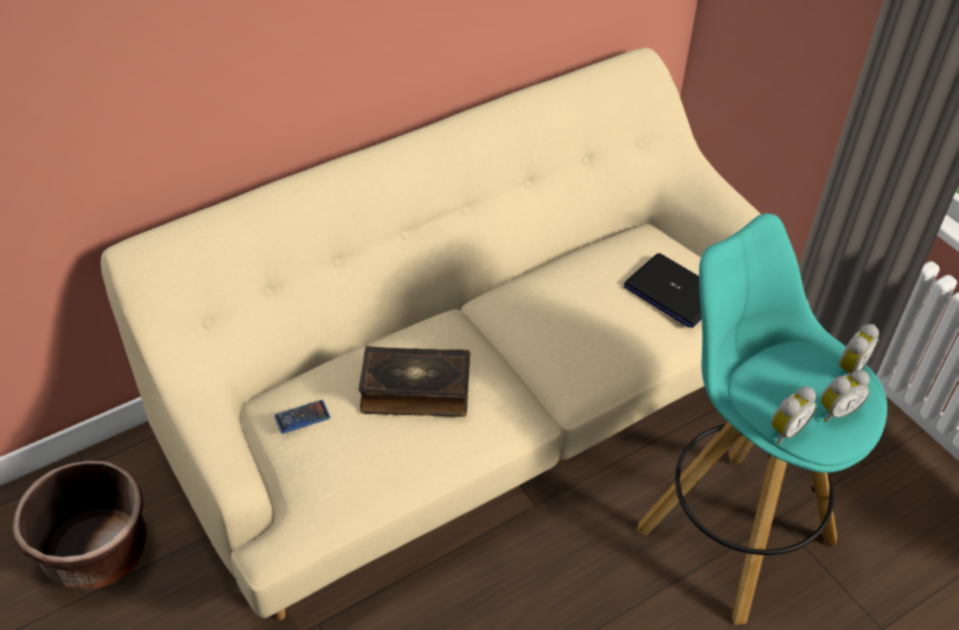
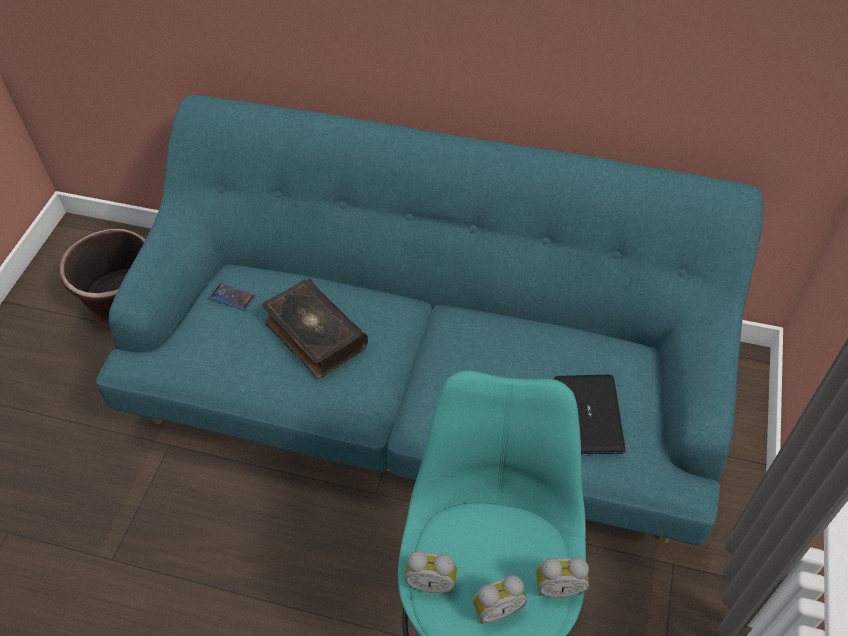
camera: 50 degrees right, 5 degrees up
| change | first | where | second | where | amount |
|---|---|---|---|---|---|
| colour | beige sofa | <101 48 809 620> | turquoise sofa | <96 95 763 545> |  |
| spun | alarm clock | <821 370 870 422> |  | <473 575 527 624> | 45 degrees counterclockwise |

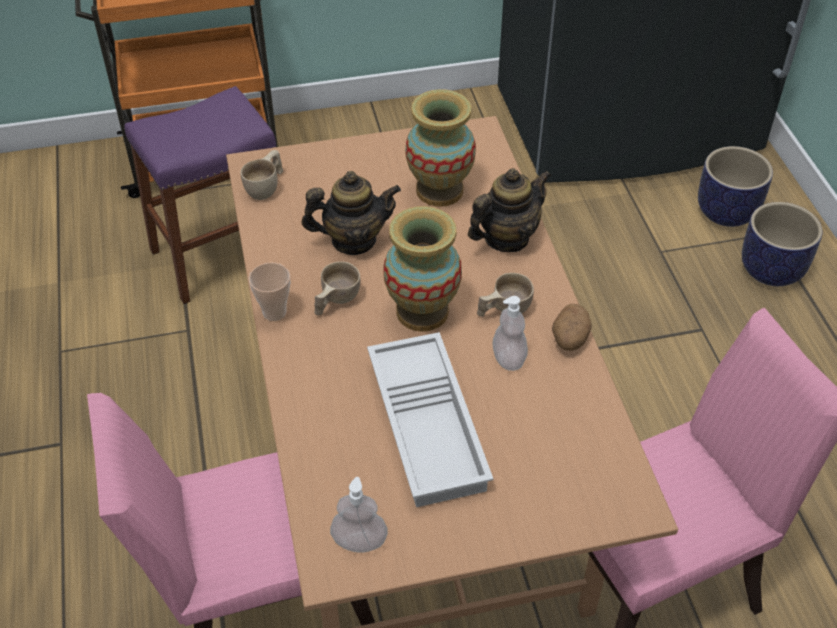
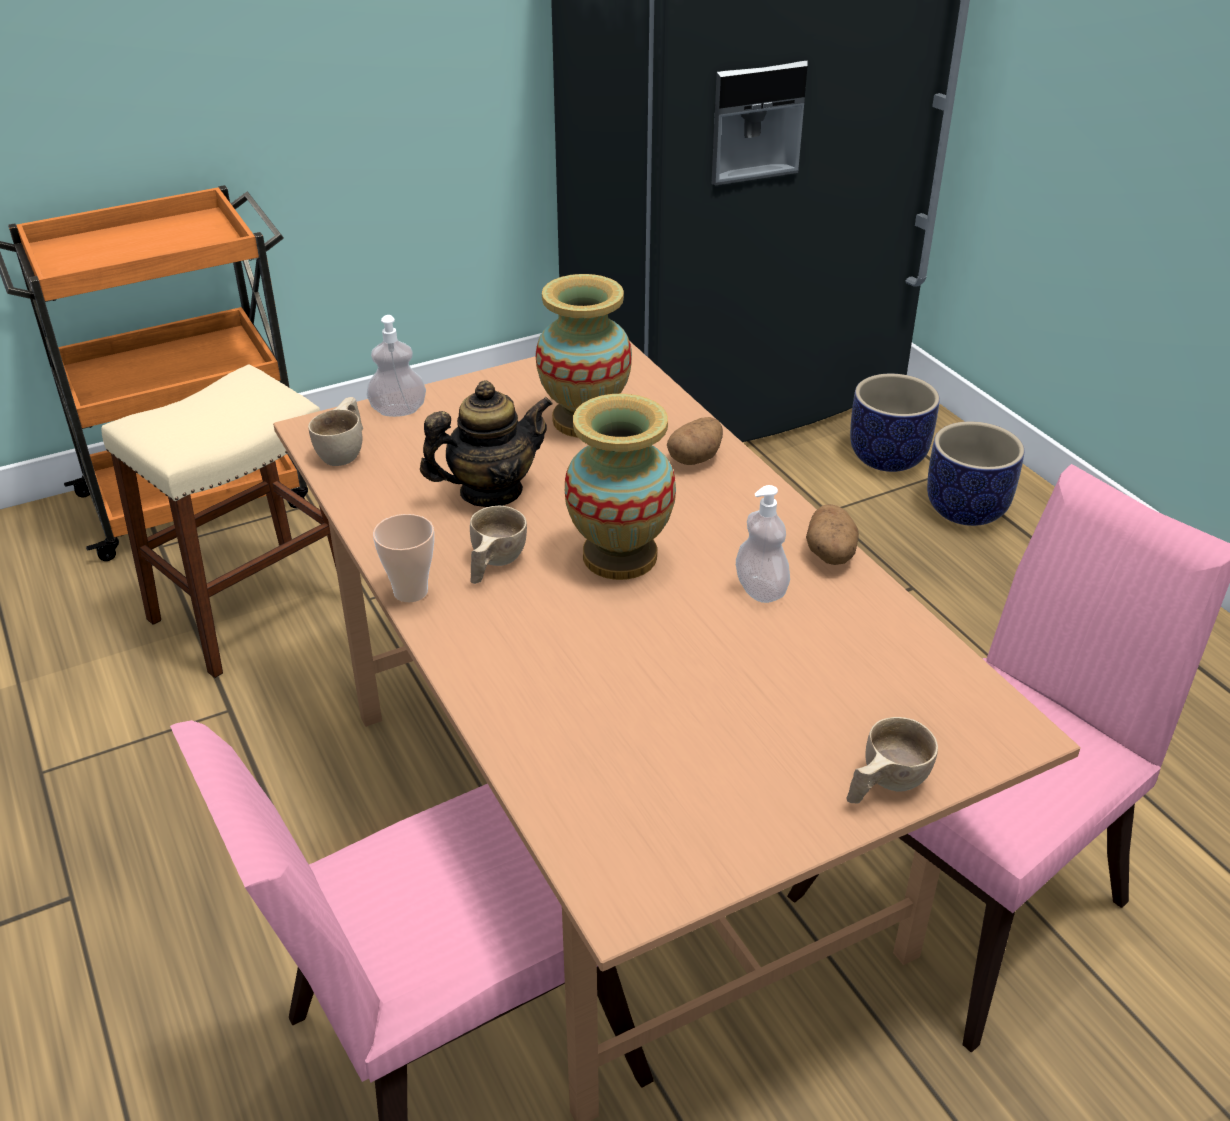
camera: 15 degrees left, 10 degrees down
| change | first | where | second | where | amount |
|---|---|---|---|---|---|
| colour | purple stool | <124 86 276 304> | beige stool | <101 364 337 678> |  |
| exchanged | teapot | <468 168 551 252> | potato | <667 417 723 465> |  |
| relocated | beige cup | <477 273 534 317> |  | <846 717 938 804> |  |
| missing | white tray | <367 332 493 507> |  |  |  |
| relocated | soap dispenser | <330 477 388 553> |  | <367 315 426 417> |  |

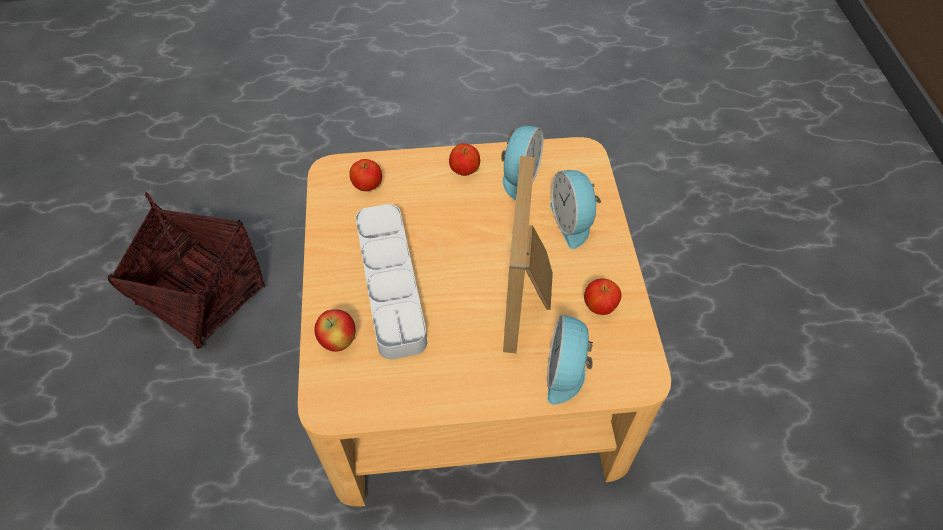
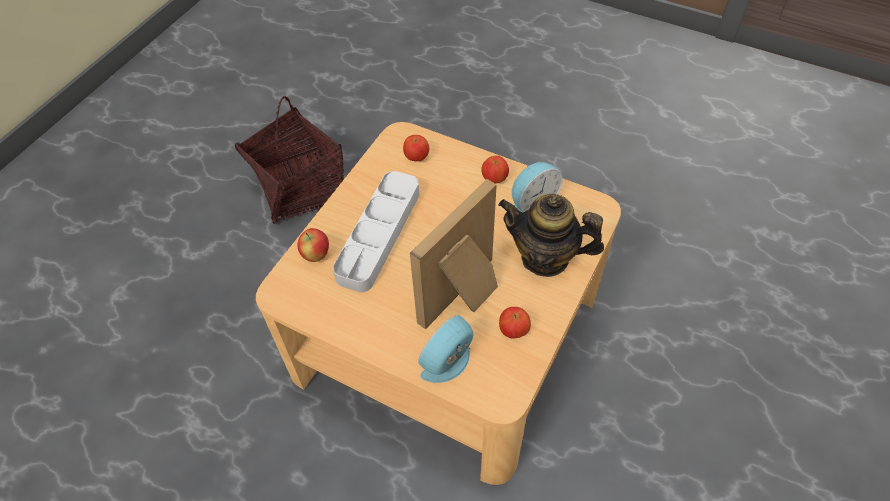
camera: 35 degrees right, 0 degrees up
| change | first | where | second | where | amount |
|---|---|---|---|---|---|
| exchanged | alarm clock | <550 170 601 249> | teapot | <498 194 604 277> |  |

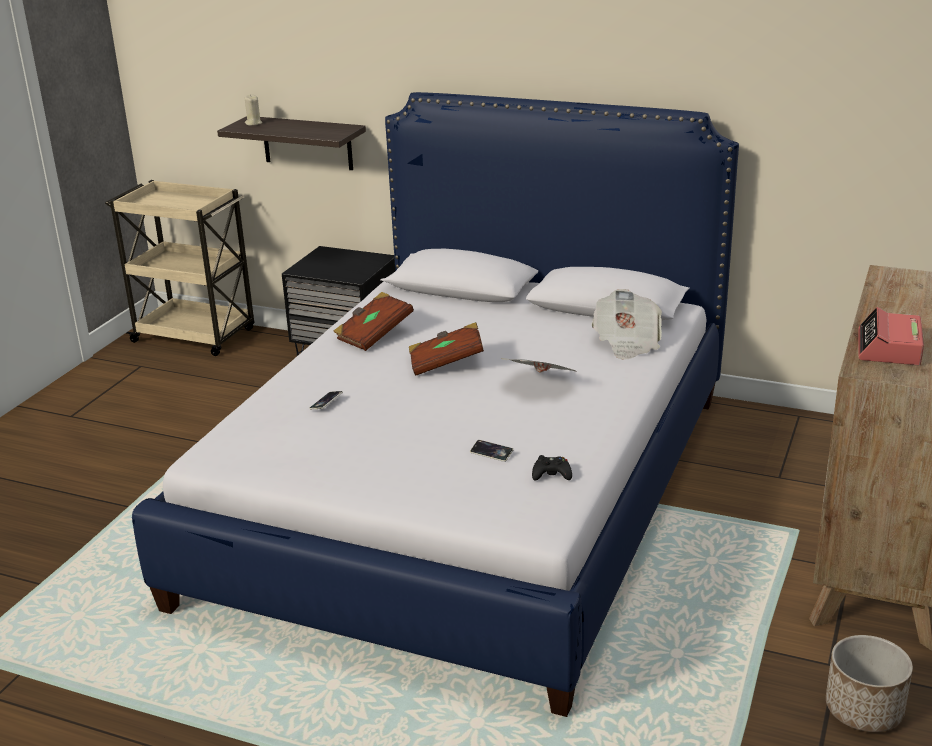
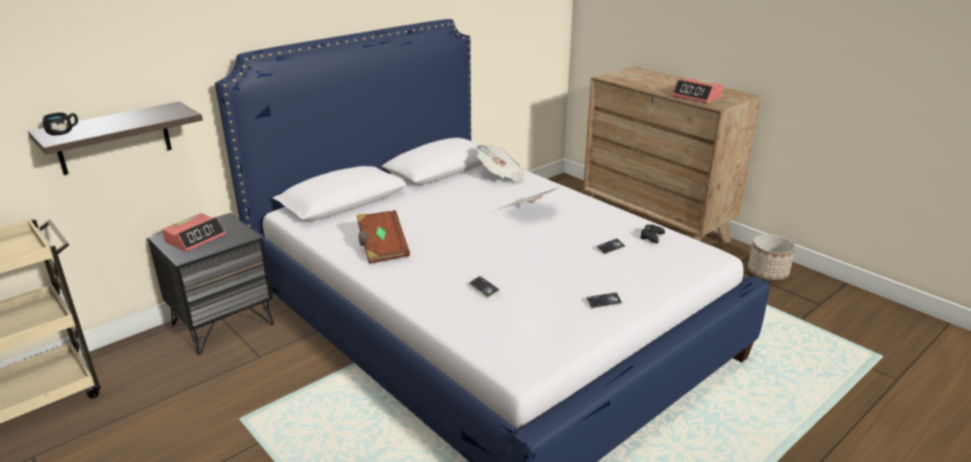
camera: 65 degrees left, 0 degrees up
| change | first | where | second | where | amount |
|---|---|---|---|---|---|
| exchanged | beige candle | <244 94 262 125> | black mug | <43 113 78 136> |  |
| missing | brown book | <409 322 484 376> |  |  |  |
| appeared |  |  | alarm clock | <162 213 226 252> |  |
| appeared |  |  | phone | <586 292 622 309> |  |

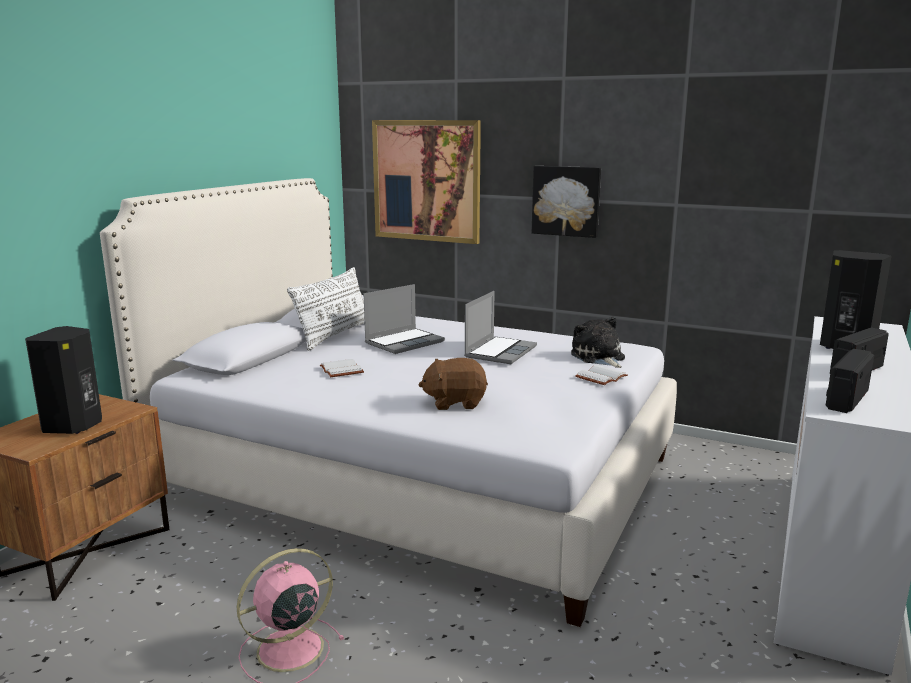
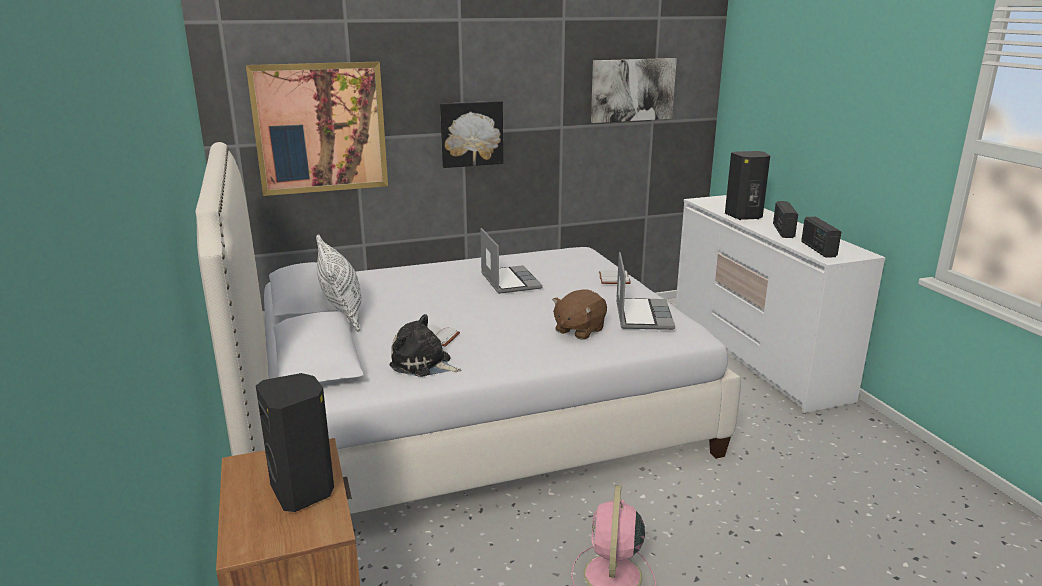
camera: 45 degrees left, 5 degrees up
| change | first | where | second | where | amount |
|---|---|---|---|---|---|
| relocated | laptop | <364 284 445 354> |  | <616 252 675 330> |  |
| relocated | plush toy | <571 317 625 368> |  | <389 314 461 377> |  |
| appeared |  |  | picture | <591 58 677 123> |  |

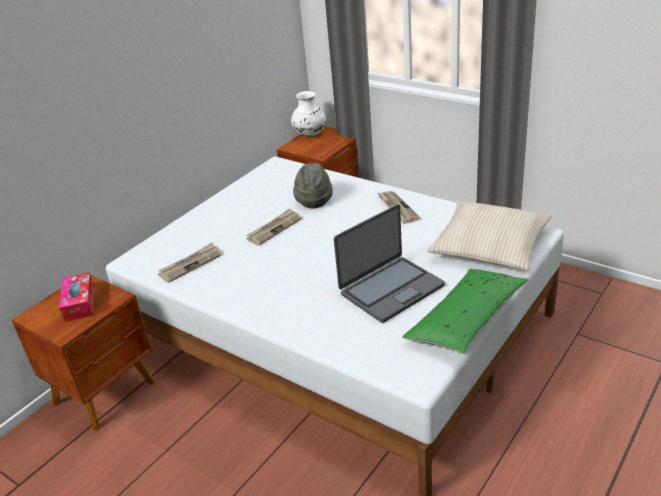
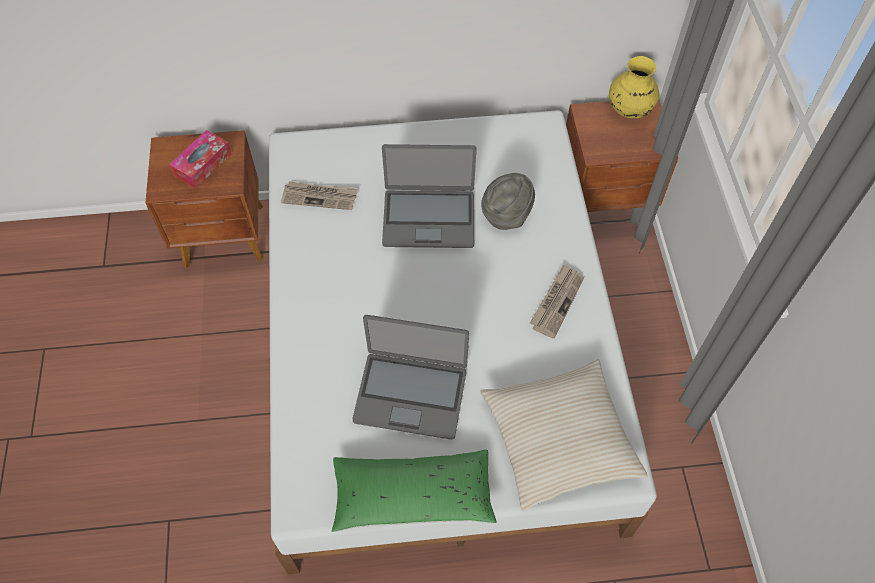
camera: 45 degrees right, 25 degrees up
| change | first | where | second | where | amount |
|---|---|---|---|---|---|
| colour | white vase | <291 91 326 136> | yellow vase | <609 56 659 118> |  |
| exchanged | newspaper | <246 208 302 246> | laptop | <382 144 476 248> |  |

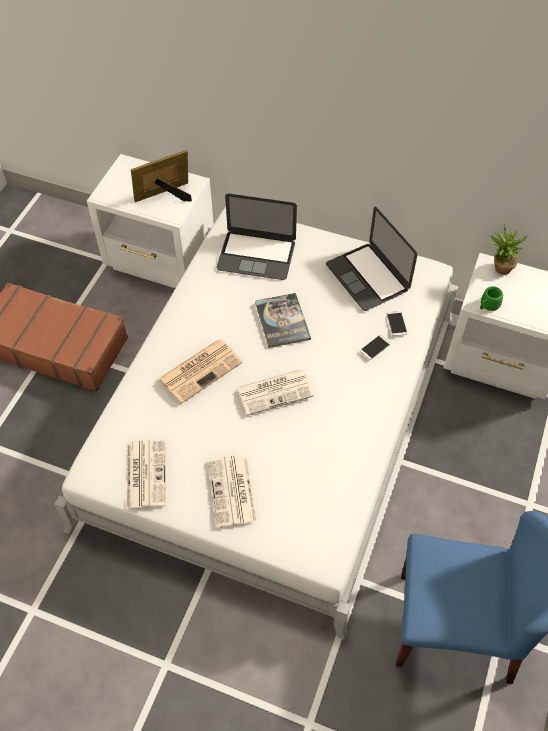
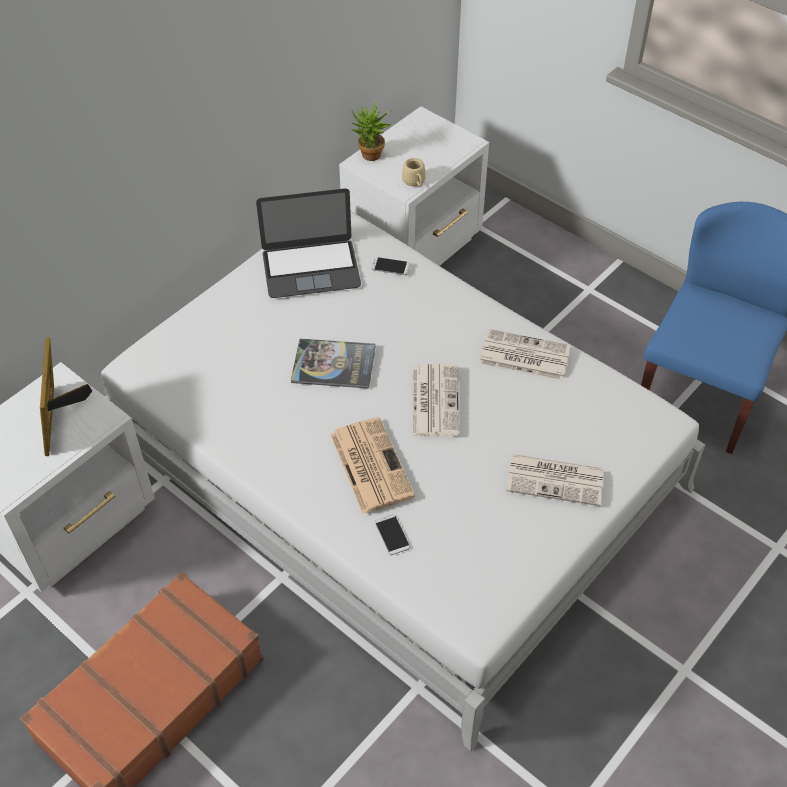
camera: 70 degrees left, 5 degrees down
| change | first | where | second | where | amount |
|---|---|---|---|---|---|
| missing | laptop | <216 194 297 280> |  |  |  |
| colour | green mug | <480 286 503 311> | beige mug | <402 158 426 187> |  |
| relocated | phone | <360 335 391 360> |  | <375 514 410 555> |  |
| relocated | newspaper | <127 439 166 510> |  | <479 329 571 381> |  |

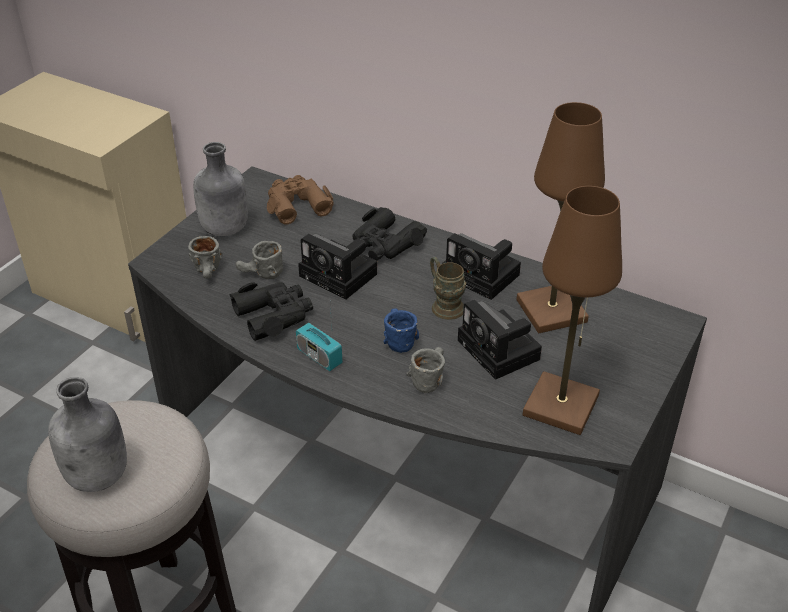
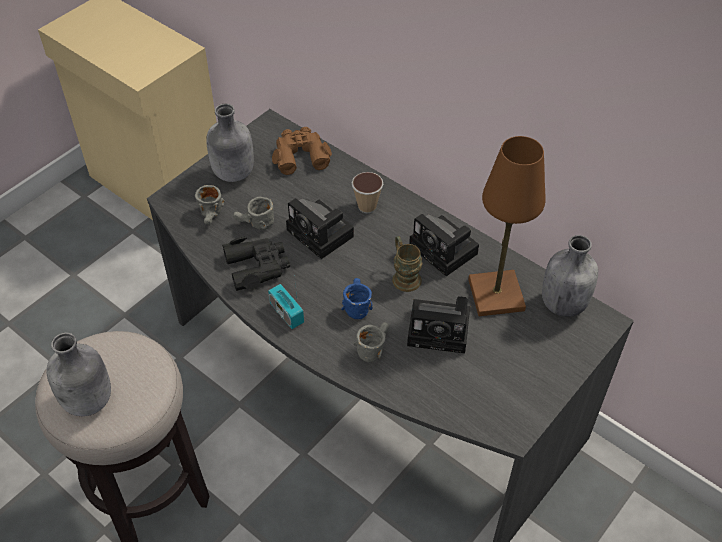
camera: 10 degrees right, 10 degrees up
| change | first | where | second | where | amount |
|---|---|---|---|---|---|
| missing | brown table lamp | <523 186 622 435> |  |  |  |
| exchanged | black binoculars | <353 207 427 261> | cup | <352 172 383 213> |  |
| spun | photo camera | <458 300 542 380> |  | <407 296 470 354> | 60 degrees counterclockwise |
| appeared |  |  | grey bottle | <542 235 598 317> |  |

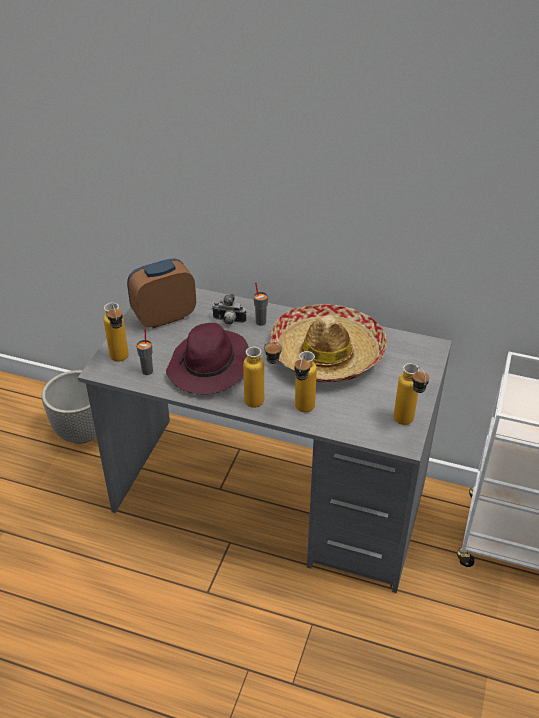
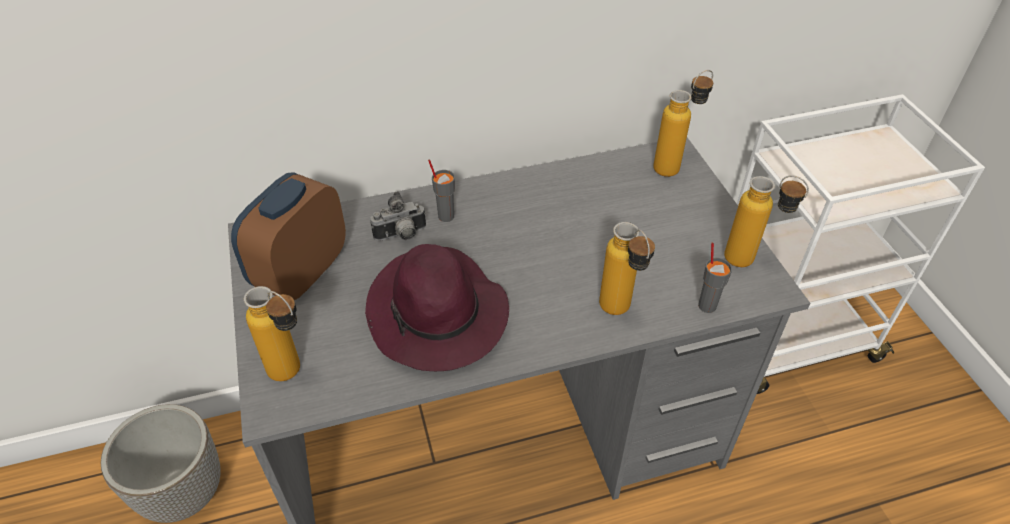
camera: 35 degrees left, 5 degrees up
| change | first | where | second | where | amount |
|---|---|---|---|---|---|
| missing | hat | <270 304 387 382> |  |  |  |
| relocated | grey cup | <136 329 153 375> |  | <698 243 732 313> |  |
| relocated | bottle | <243 341 282 408> |  | <653 70 713 177> |  |

